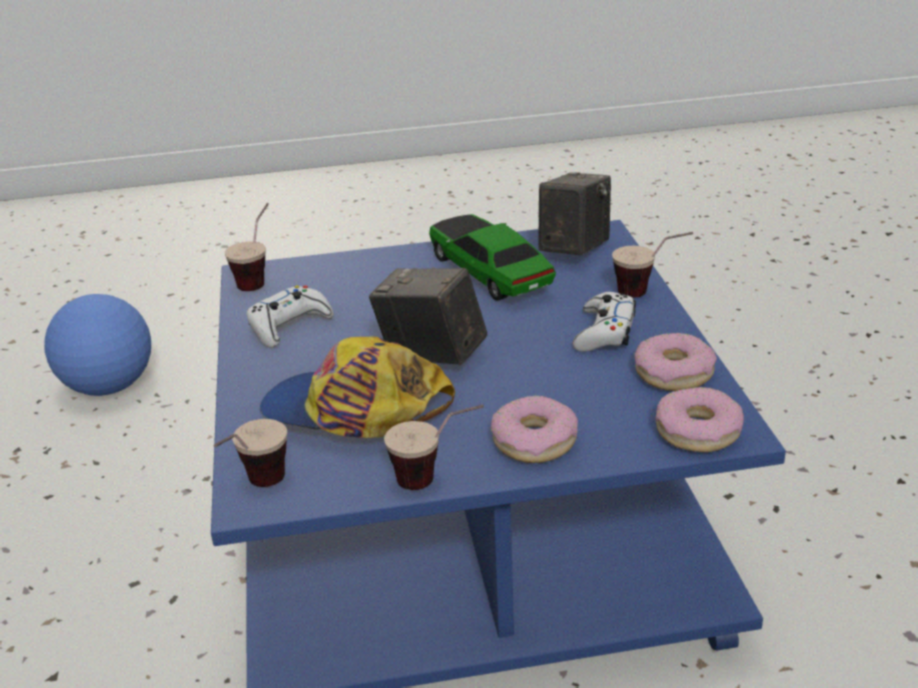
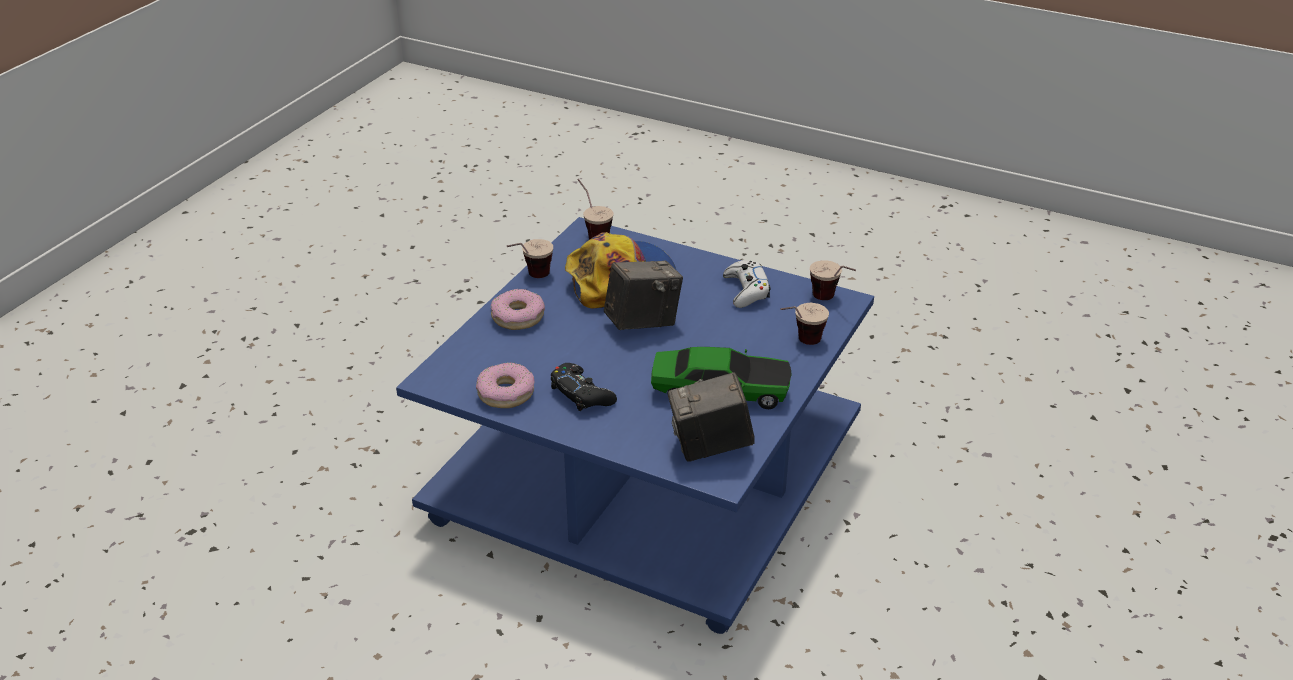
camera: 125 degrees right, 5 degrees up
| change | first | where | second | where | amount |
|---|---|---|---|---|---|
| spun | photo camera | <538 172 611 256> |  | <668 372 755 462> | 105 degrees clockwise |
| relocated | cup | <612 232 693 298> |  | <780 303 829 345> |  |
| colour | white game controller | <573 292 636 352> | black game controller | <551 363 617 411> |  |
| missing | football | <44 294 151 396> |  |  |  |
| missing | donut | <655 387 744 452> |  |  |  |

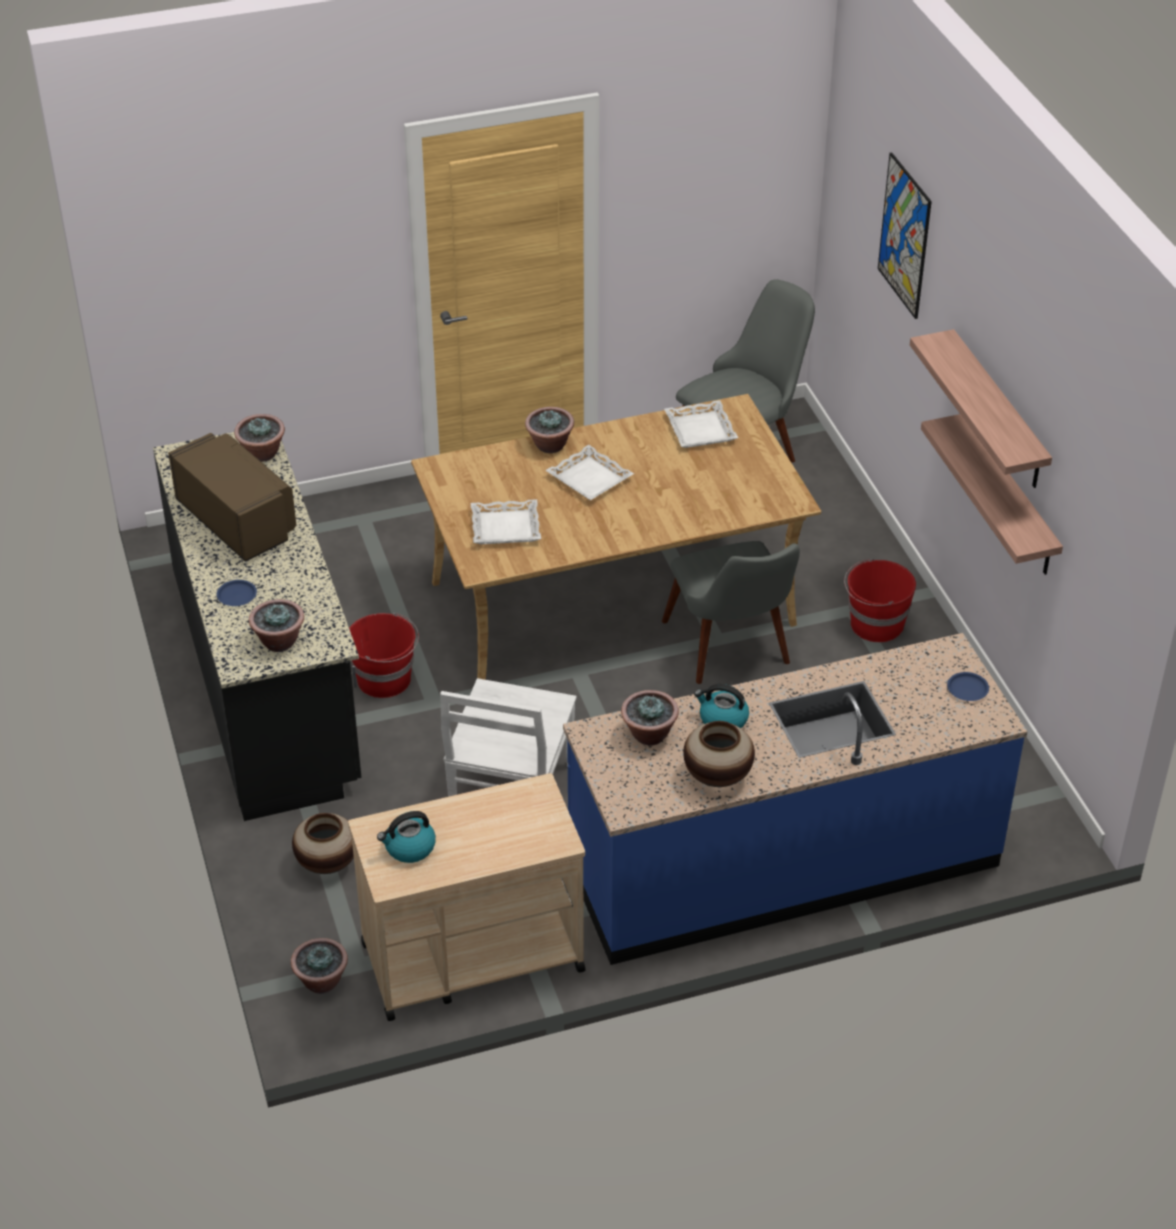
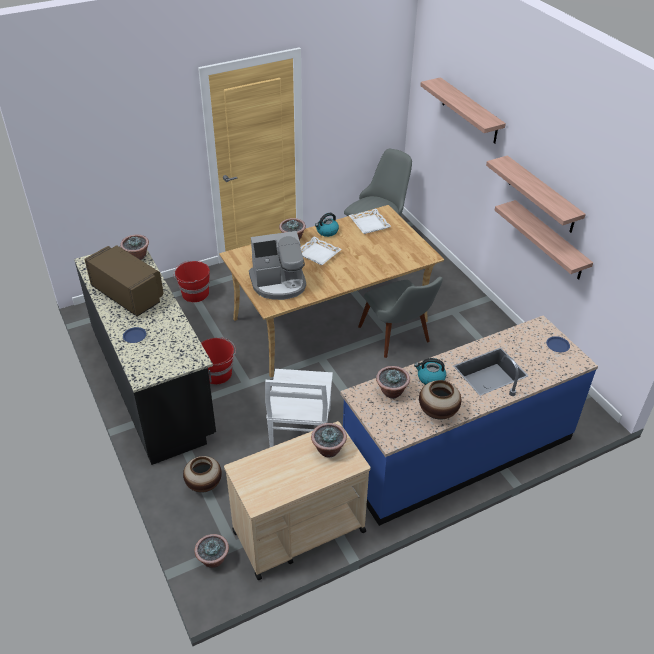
camera: 10 degrees left, 0 degrees up
| change | first | where | second | where | amount |
|---|---|---|---|---|---|
| exchanged | picture | <878 153 932 319> | shelf | <420 77 506 144> |  |
| exchanged | white tray | <471 499 541 544> | coffee machine | <249 231 306 300> |  |
| relocated | red bucket | <844 558 916 642> |  | <173 261 210 302> |  |
| relocated | potted plant | <249 599 304 652> |  | <311 423 347 458> |  |
| relocated | kettle | <377 811 436 863> |  | <315 213 339 237> |  |

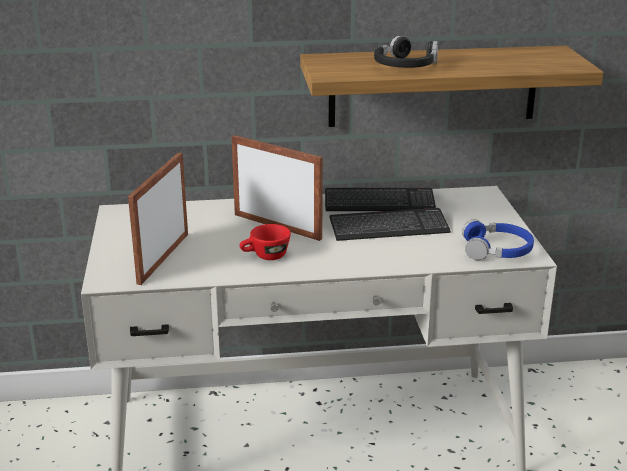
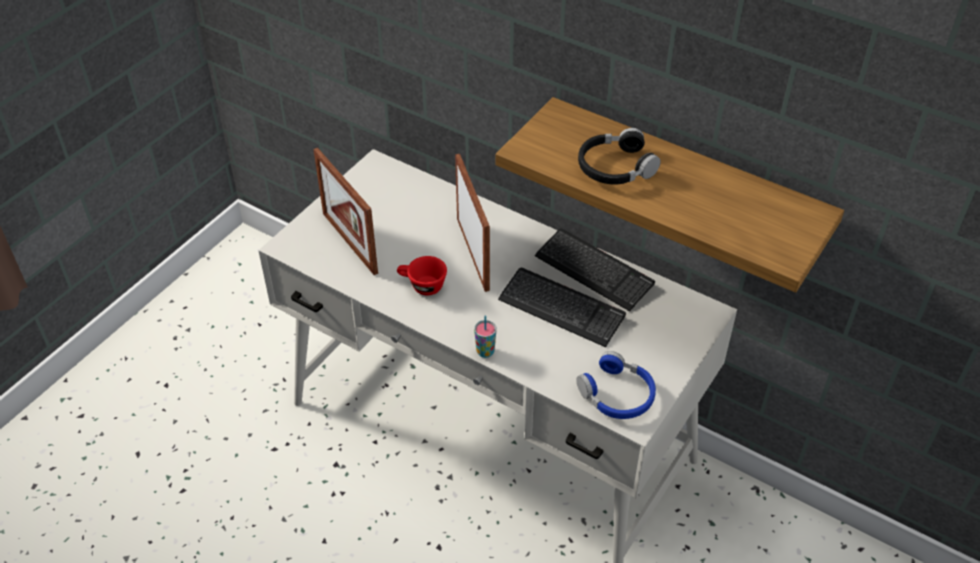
camera: 40 degrees right, 20 degrees up
| change | first | where | second | where | amount |
|---|---|---|---|---|---|
| spun | picture frame | <128 153 188 285> |  | <313 148 378 275> | 90 degrees counterclockwise |
| appeared |  |  | cup | <474 315 497 358> |  |

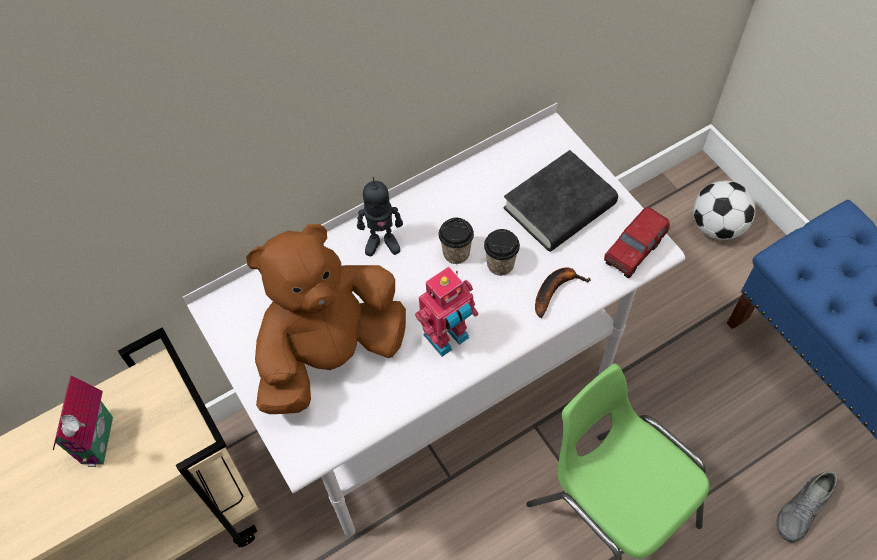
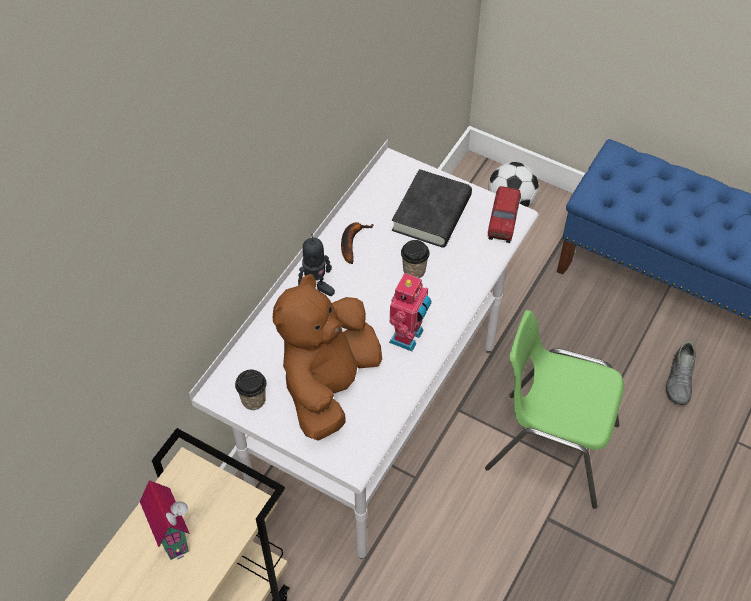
camera: 30 degrees left, 5 degrees down
| change | first | where | second | where | amount |
|---|---|---|---|---|---|
| relocated | cup | <439 218 474 264> |  | <235 370 266 410> |  |
| relocated | banana | <535 267 591 318> |  | <341 222 374 264> |  |

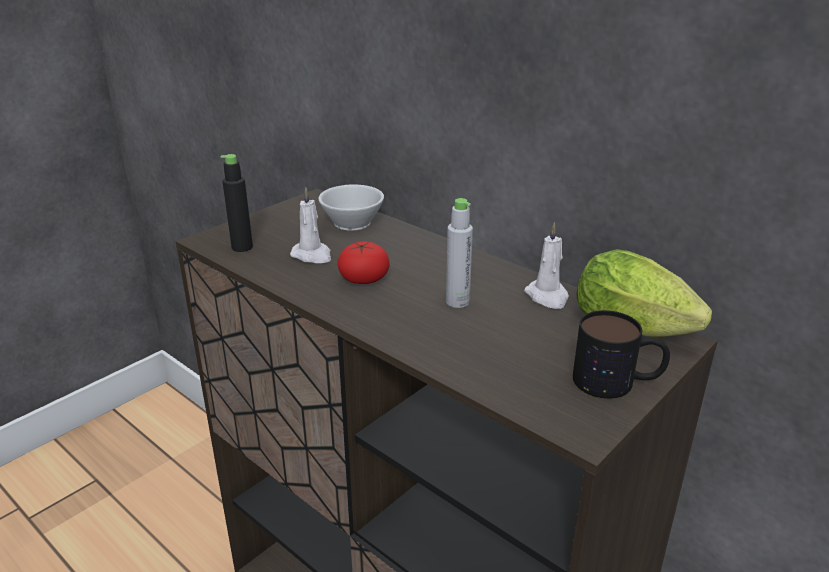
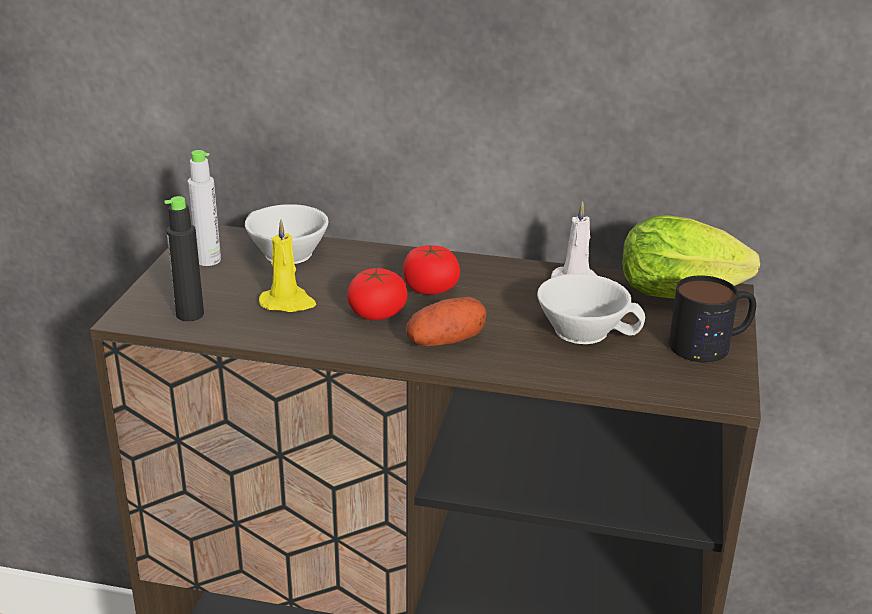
camera: 30 degrees left, 0 degrees up
| change | first | where | second | where | amount |
|---|---|---|---|---|---|
| colour | white candle | <290 188 331 263> | yellow candle | <259 219 316 312> |  |
| relocated | grey bottle | <446 198 473 308> |  | <187 150 221 266> |  |
| appeared |  |  | tomato | <403 245 460 295> |  |
| appeared |  |  | white cup | <537 274 645 344> |  |
| appeared |  |  | potato | <406 297 487 346> |  |

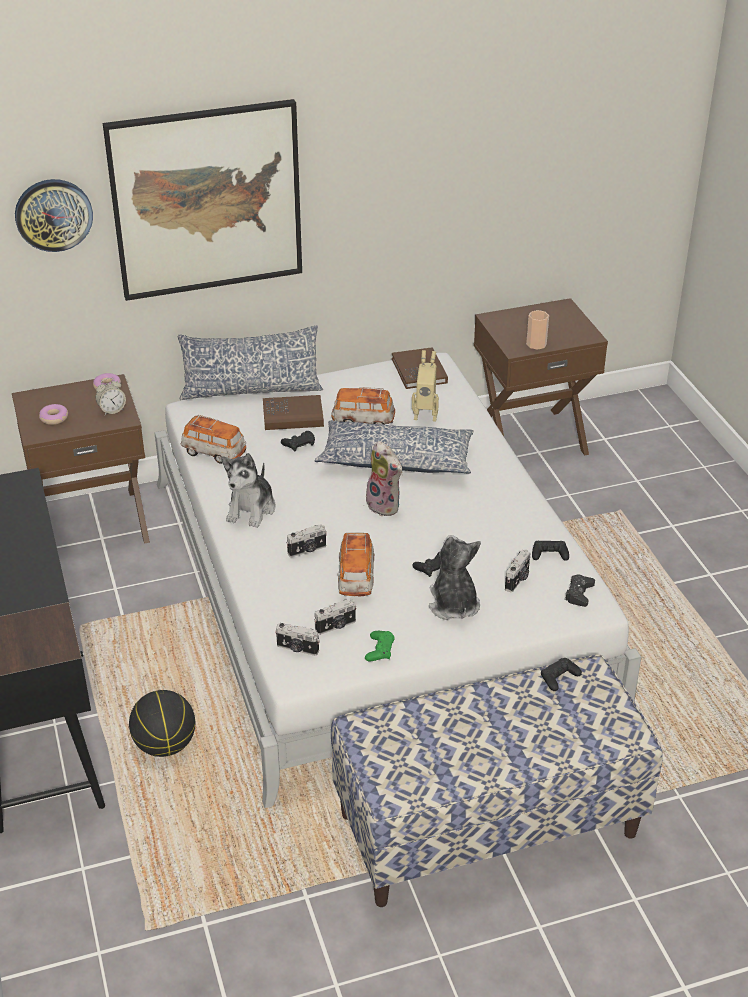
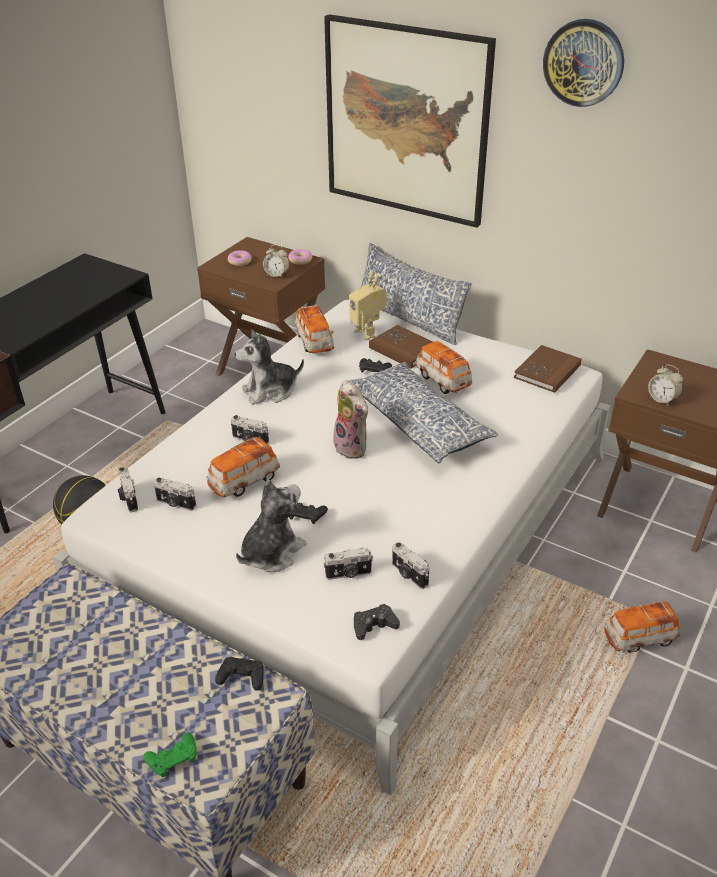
camera: 50 degrees right, 0 degrees up
| change | first | where | second | where | amount |
|---|---|---|---|---|---|
| relocated | wall clock | <15 179 93 252> |  | <543 19 624 107> |  |
| exchanged | cup | <526 310 549 350> | alarm clock | <648 364 683 406> |  |
| relocated | toy robot | <412 350 439 422> |  | <349 271 387 341> |  |
| spun | plush toy | <366 441 403 516> |  | <333 380 368 459> | 45 degrees counterclockwise |
| exchanged | black game controller | <532 541 569 561> | photo camera | <392 542 429 589> |  |
| relocated | green game controller | <365 631 395 661> |  | <144 732 197 777> |  |
| appeared |  |  | toy car | <604 601 680 653> |  |

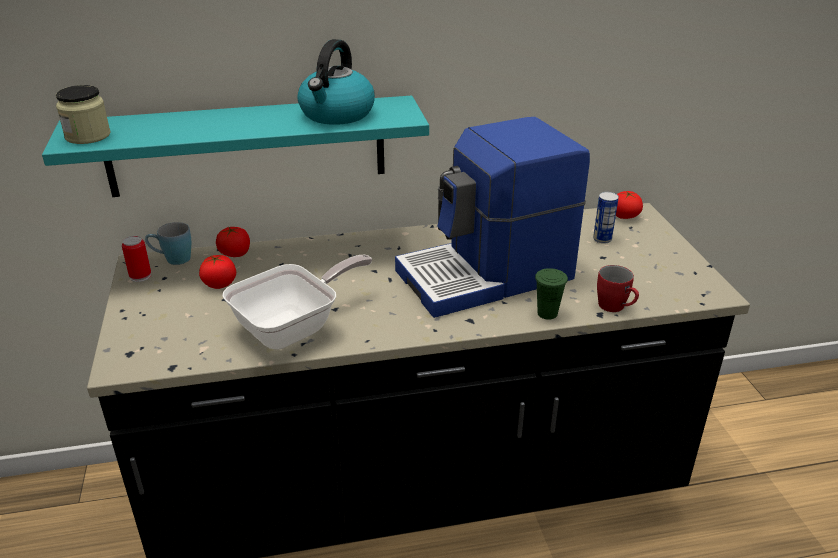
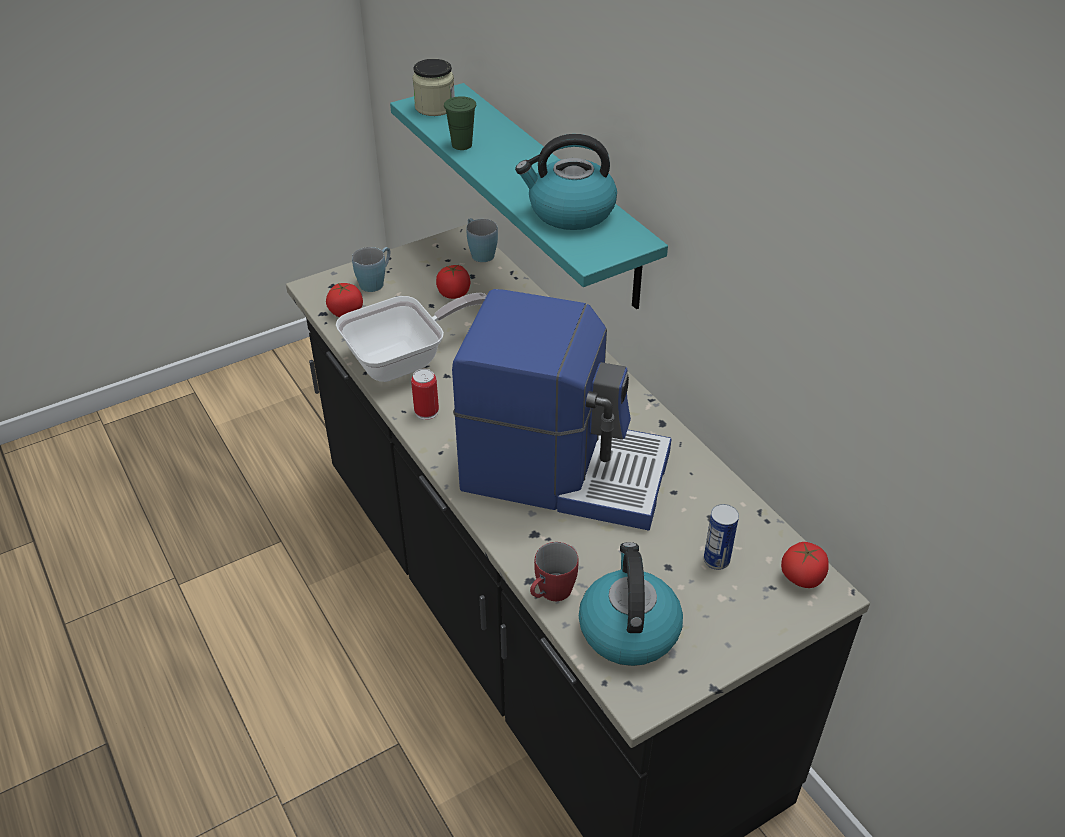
camera: 70 degrees right, 10 degrees up
| change | first | where | second | where | amount |
|---|---|---|---|---|---|
| spun | coffee machine | <395 117 590 318> |  | <452 289 671 530> | 150 degrees clockwise |
| relocated | tomato | <216 227 250 257> |  | <326 283 363 317> |  |
| relocated | can | <122 236 151 282> |  | <411 369 439 420> |  |
| spun | frying pan | <223 255 372 350> |  | <336 293 487 382> | 60 degrees counterclockwise |
| relocated | green cup | <535 268 568 320> |  | <444 96 476 150> |  |
| appeared |  |  | blue mug | <352 247 390 292> |  |
| appeared |  |  | kettle | <579 542 683 666> |  |

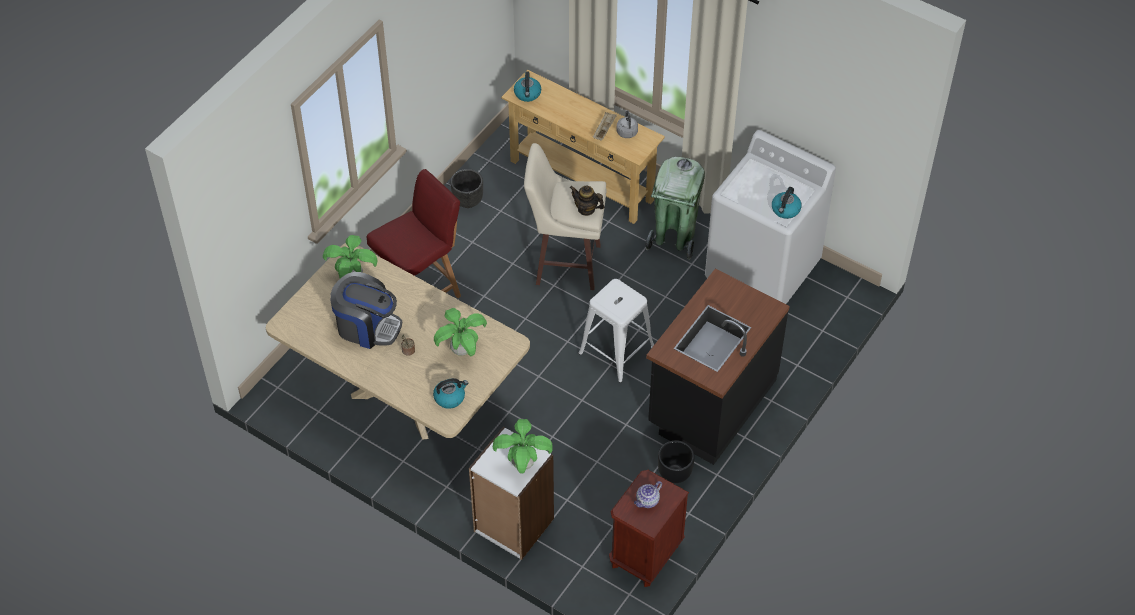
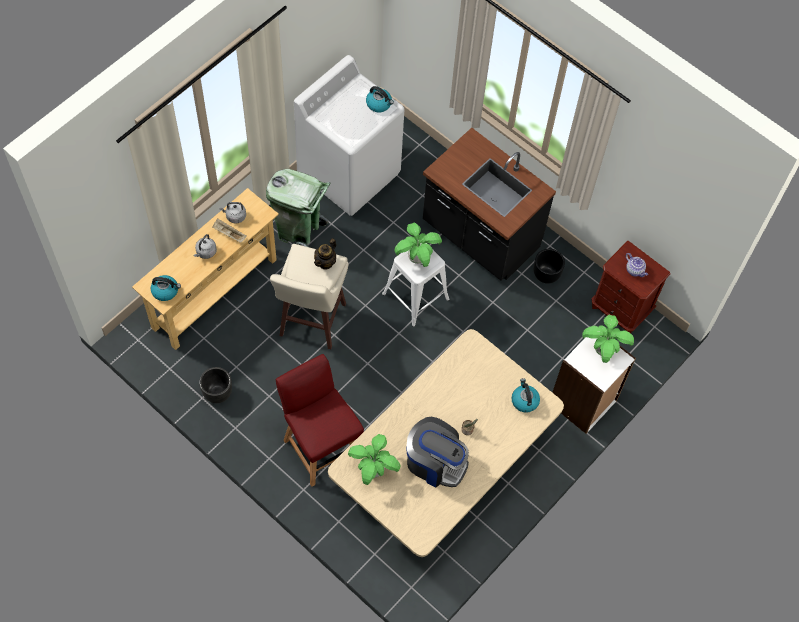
camera: 85 degrees left, 10 degrees up
| change | first | where | second | where | amount |
|---|---|---|---|---|---|
| spun | coffee machine | <330 272 402 349> |  | <406 417 469 488> | 90 degrees clockwise |
| relocated | potted plant | <434 308 487 356> |  | <395 223 442 267> |  |
| appeared |  |  | grey kettle | <193 234 217 259> |  |

